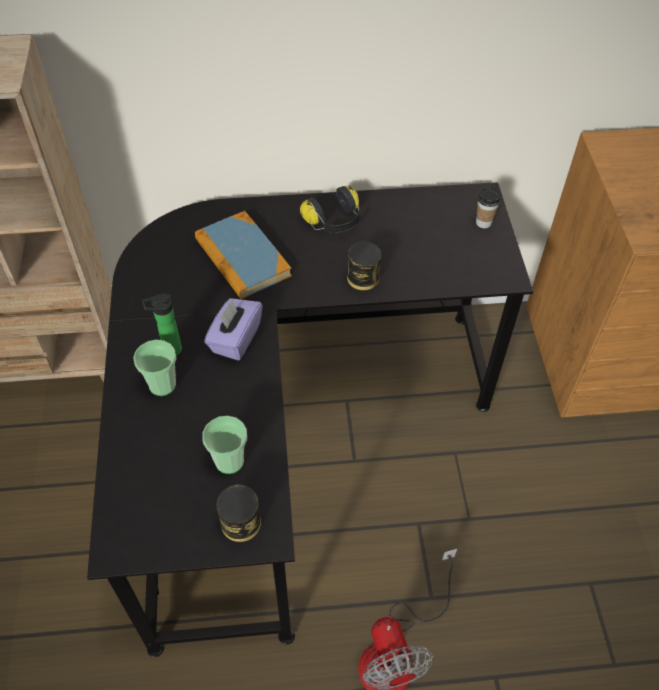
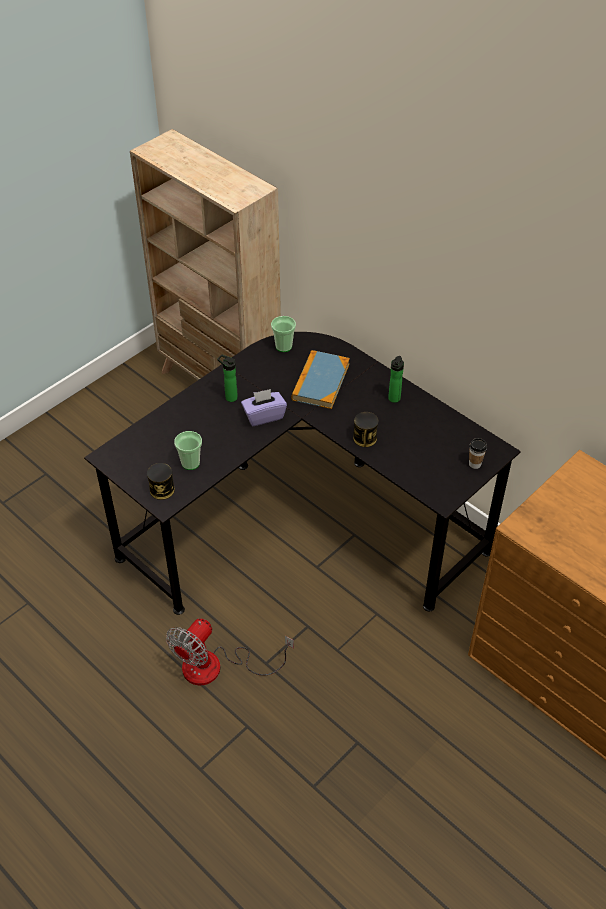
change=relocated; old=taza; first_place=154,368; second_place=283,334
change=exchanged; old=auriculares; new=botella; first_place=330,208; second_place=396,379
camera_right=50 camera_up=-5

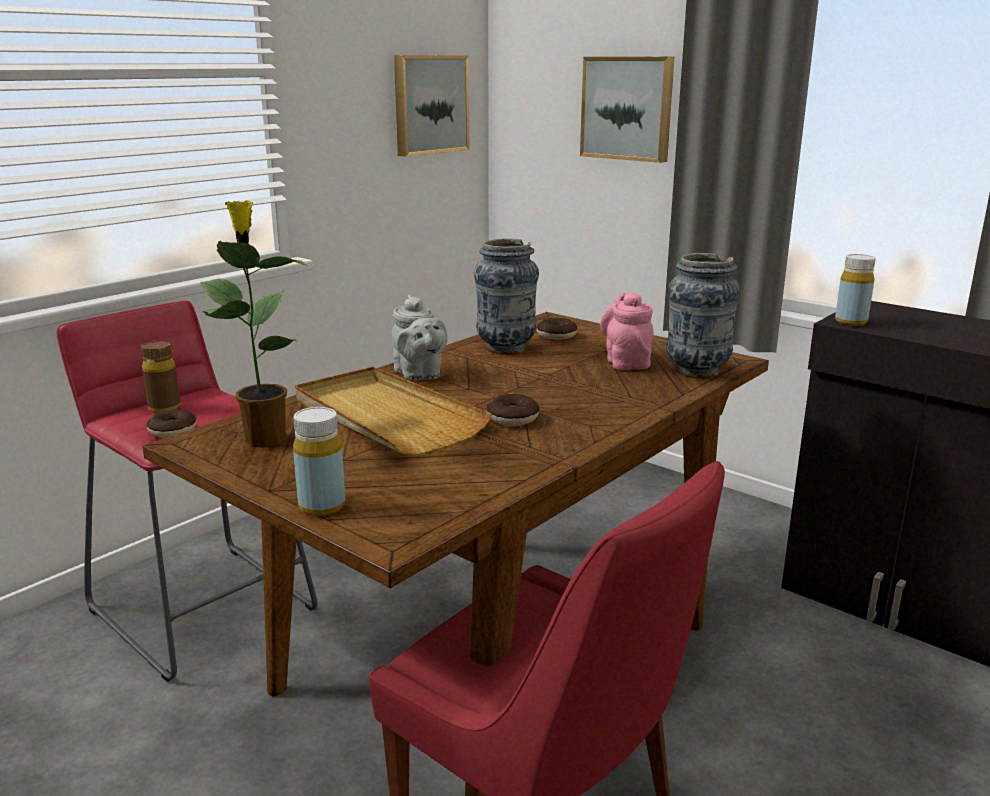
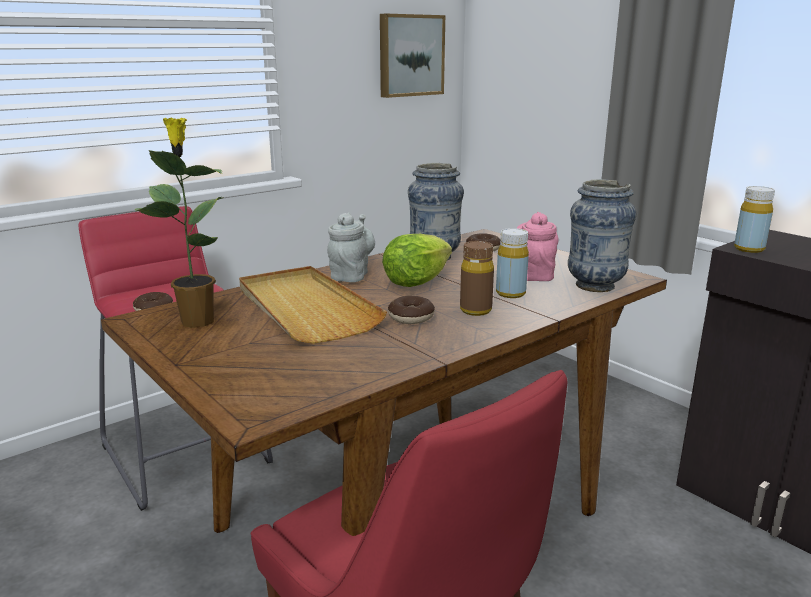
change=missing; old=cuadro; first_place=627,110
change=appeared; new=lechuga; second_place=417,260
change=relocated; old=botella (marrón); first_place=160,377; second_place=477,278
change=relocated; old=botella (amarillo); first_place=319,461; second_place=512,263
change=spun; old=tetera (gris); first_place=420,337; second_place=351,247; degrees=-150
camera_right=10 camera_up=0

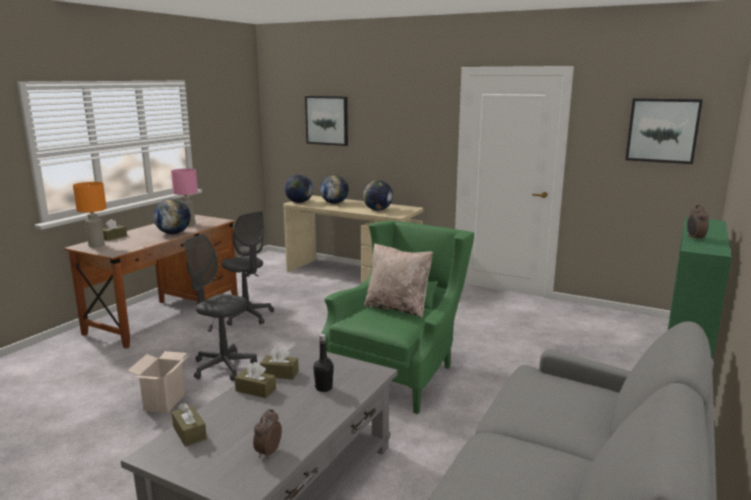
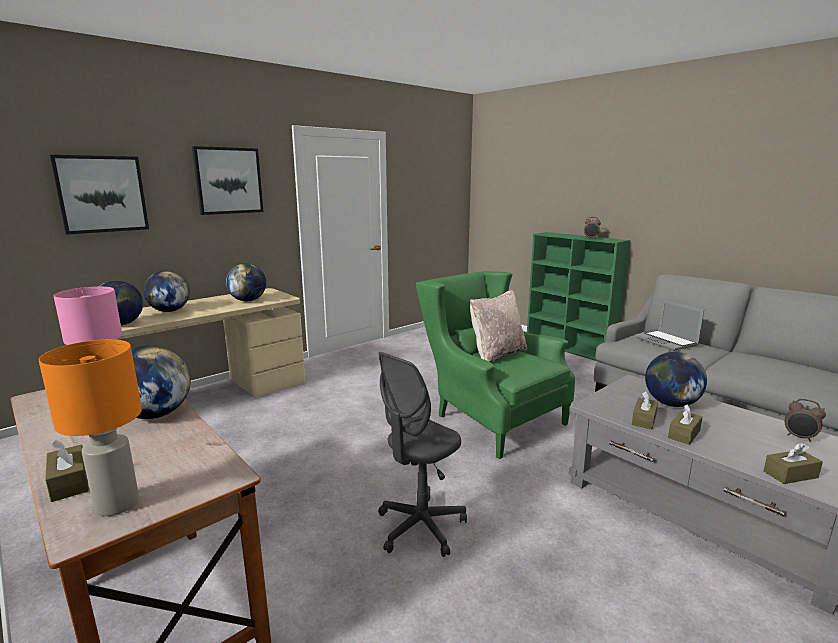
change=missing; old=caja de cartón; first_place=158,382
change=missing; old=silla de oficina (gris); first_place=248,268
change=appeared; new=portátil; second_place=669,325
change=relocated; old=cuadro; first_place=664,131; second_place=227,180
change=exchanged; old=botella (negro); new=globo terráqueo; first_place=323,363; second_place=676,379
camera_right=-70 camera_up=0

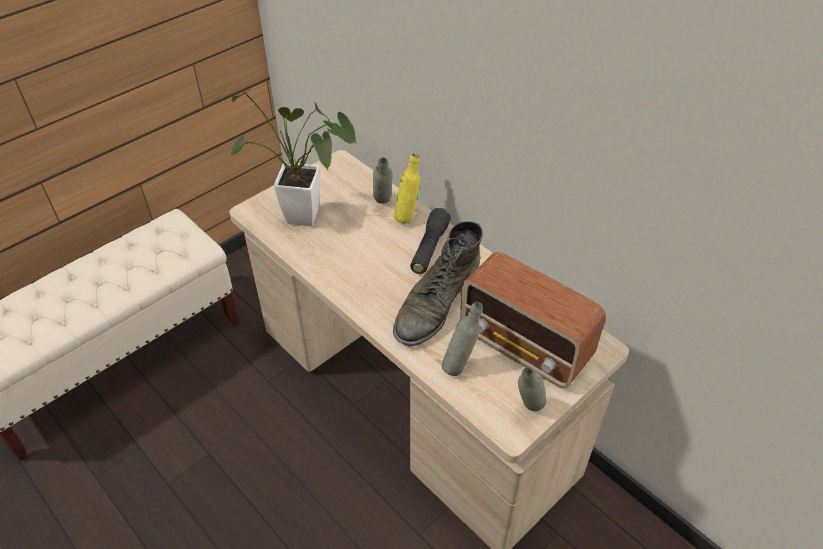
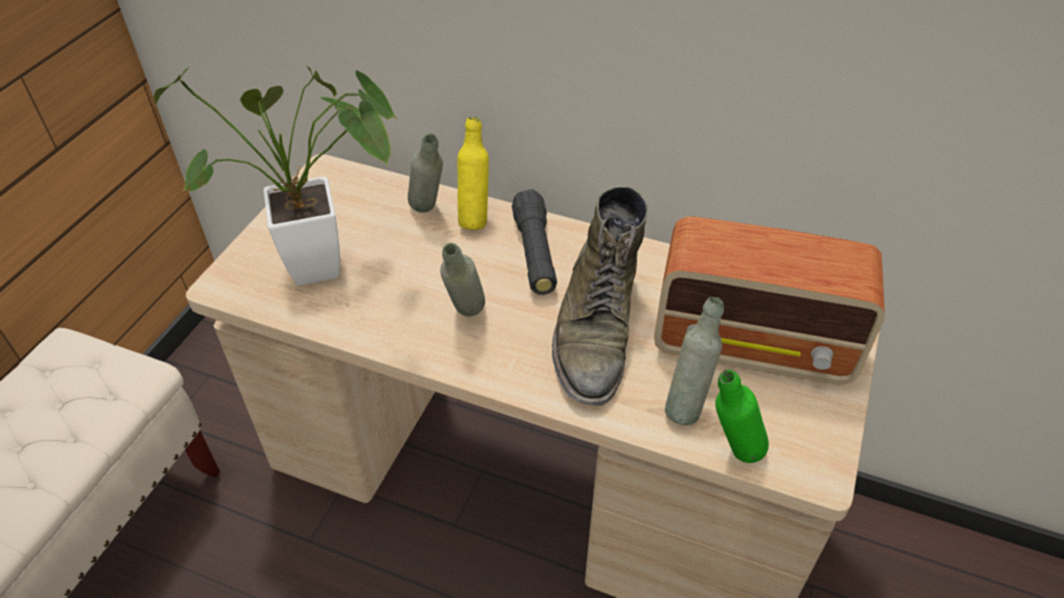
change=appeared; new=botella (verde); second_place=742,416
change=relocated; old=botella (gris); first_place=532,389; second_place=462,280
camera_right=-25 camera_up=0

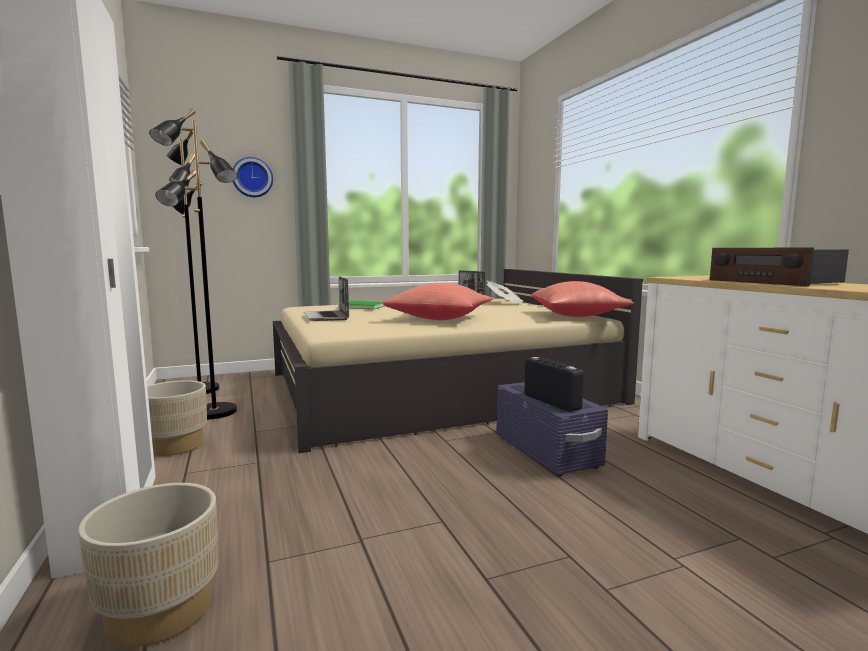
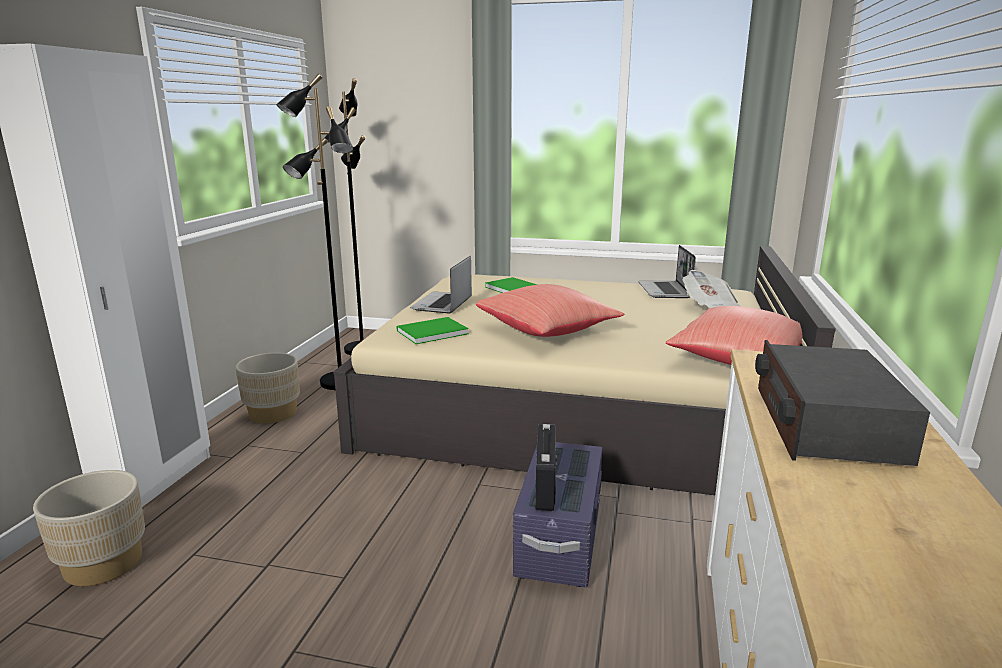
change=missing; old=reloj de pared; first_place=253,177
change=appeared; new=libro (verde); second_place=433,330
camera_right=35 camera_up=10

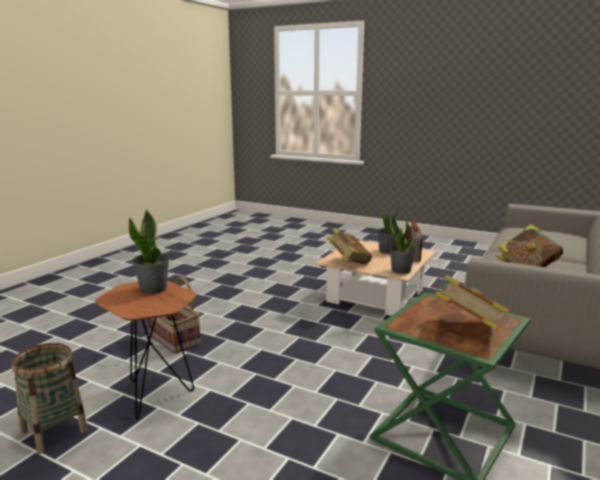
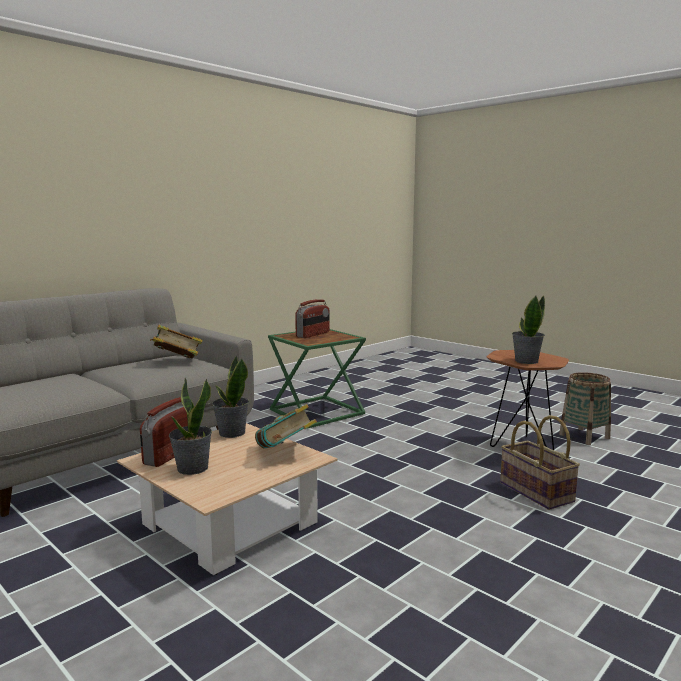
change=exchanged; old=libro; new=radio; first_place=471,302; second_place=312,318
camera_right=-165 camera_up=-5

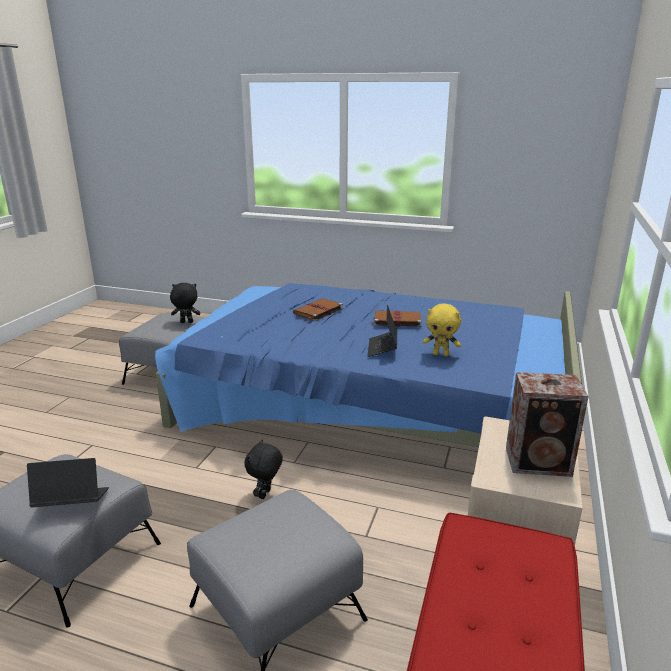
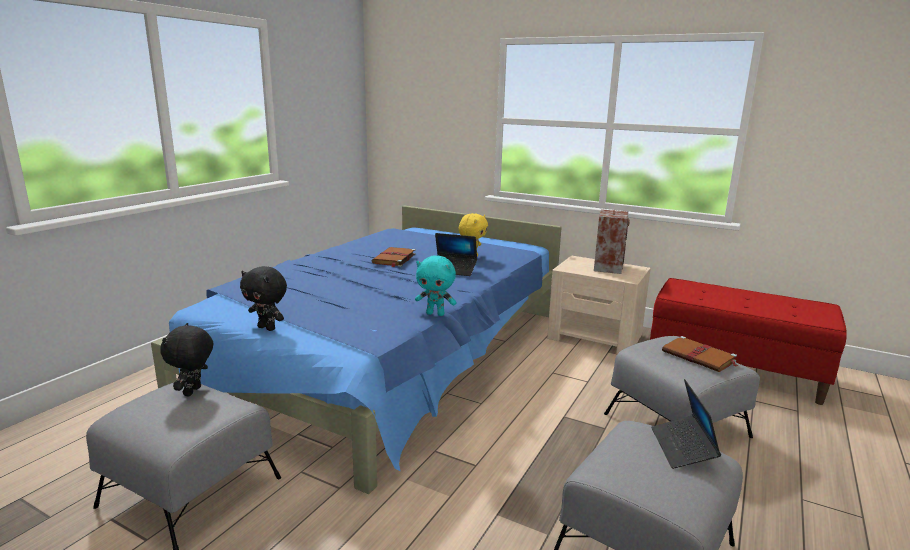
change=appeared; new=peluche (turquesa); second_place=435,285
change=relocated; old=peluche (negro); first_place=263,469; second_place=263,298
change=relocated; old=libro (marrón); first_place=318,309; second_place=700,354
camera_right=-80 camera_up=-5

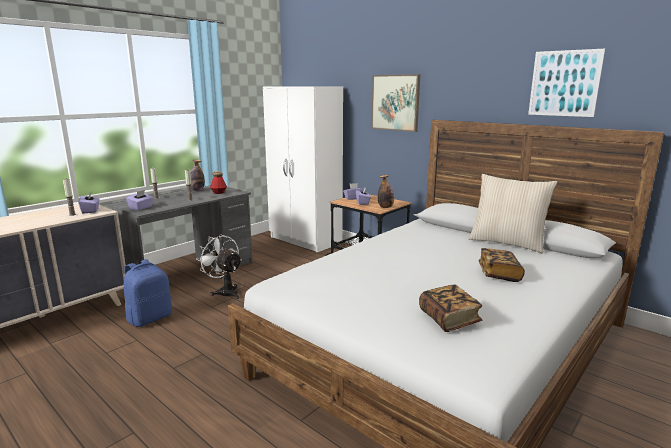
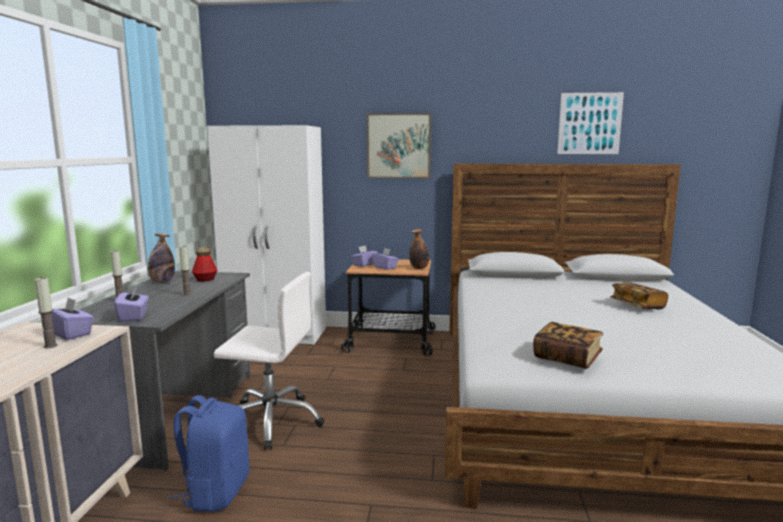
change=missing; old=cojín (beis); first_place=512,213
change=relocated; old=libro; first_place=450,308; second_place=568,345
change=exchanged; old=ventilador (blanco); new=silla de oficina (blanco); first_place=219,266; second_place=269,361
camera_right=-35 camera_up=-5

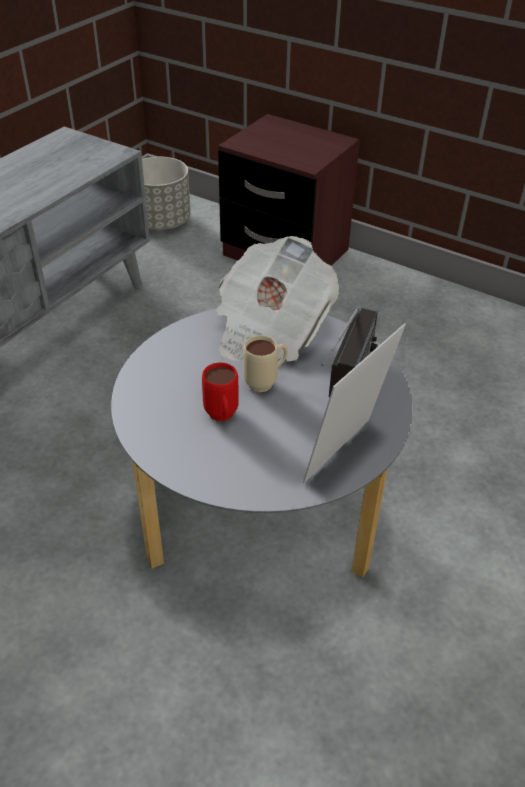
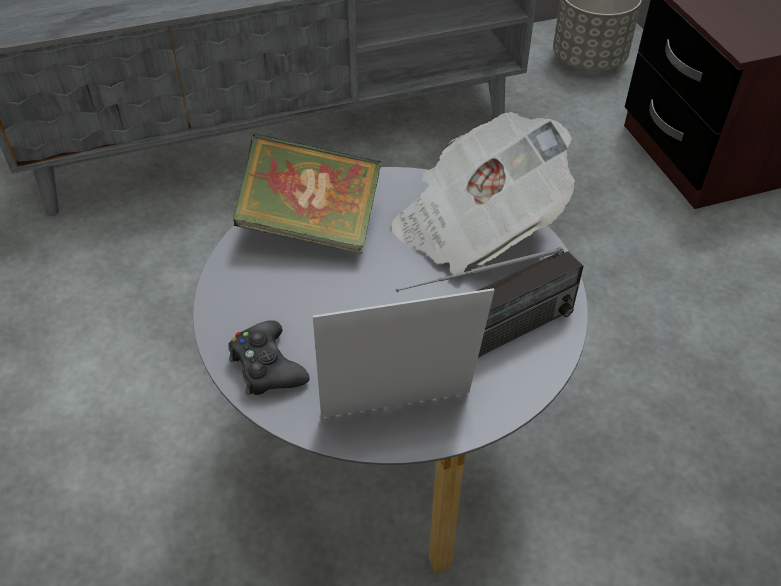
change=missing; old=taza grande (rojo); first_place=220,391
change=missing; old=taza grande (beis); first_place=265,364
change=appeared; new=mando de consola (negro); second_place=269,357
change=appeared; new=libro; second_place=307,194
camera_right=40 camera_up=5

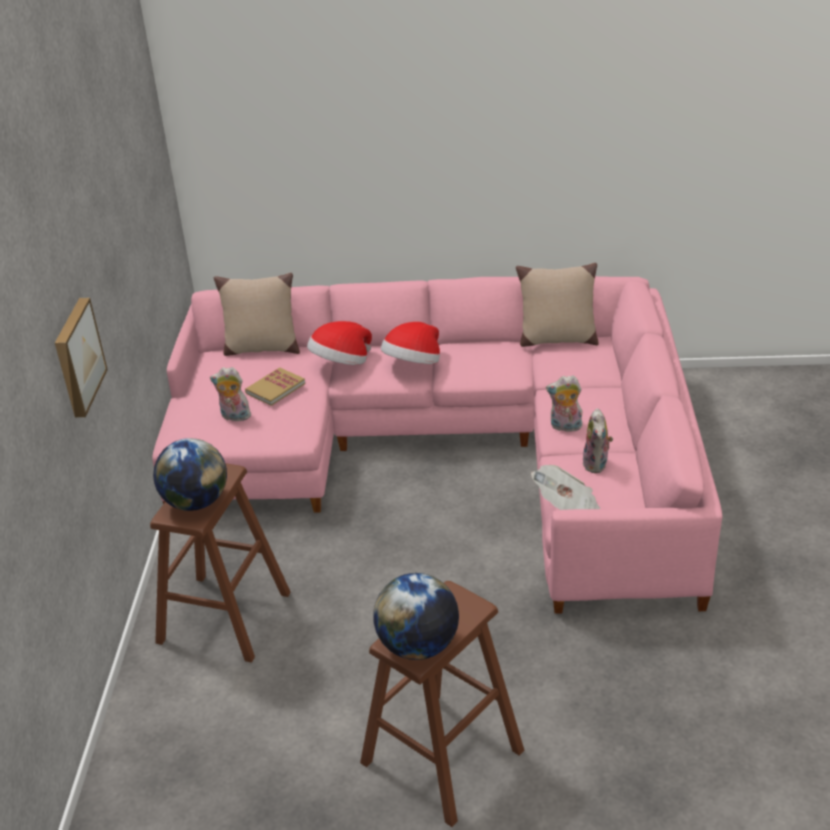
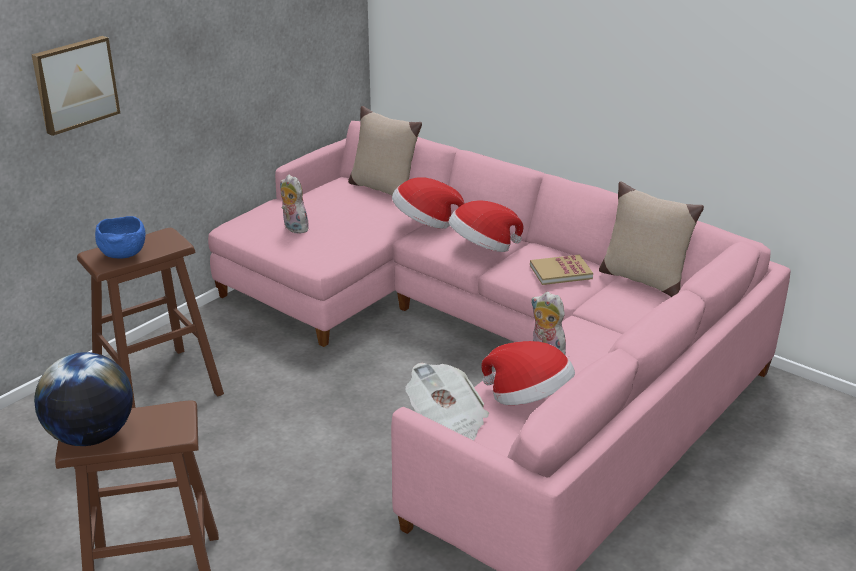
change=relocated; old=libro; first_place=275,386; second_place=561,270
change=exchanged; old=globo terráqueo; new=cuenco (azul); first_place=190,474; second_place=120,237
change=exchanged; old=peluche; new=sombrero; first_place=597,440; second_place=528,373
camera_right=35 camera_up=-5

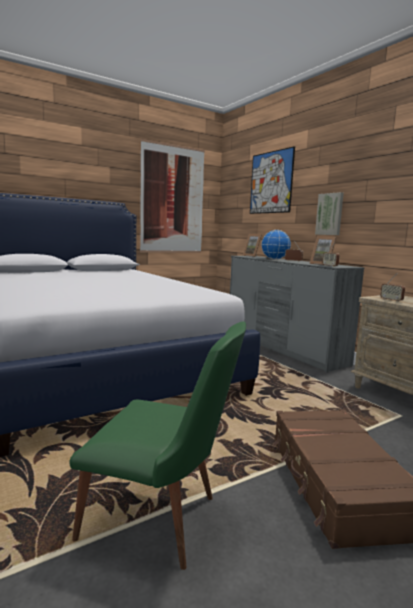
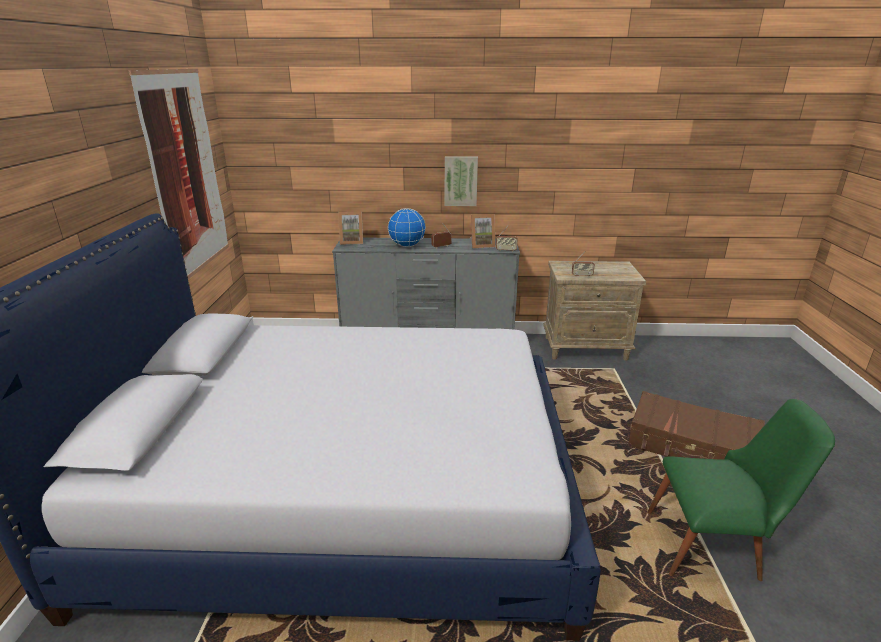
change=missing; old=cuadro; first_place=272,180
change=spun; old=silla (verde); first_place=157,445; second_place=741,490; degrees=45
camera_right=-55 camera_up=15

